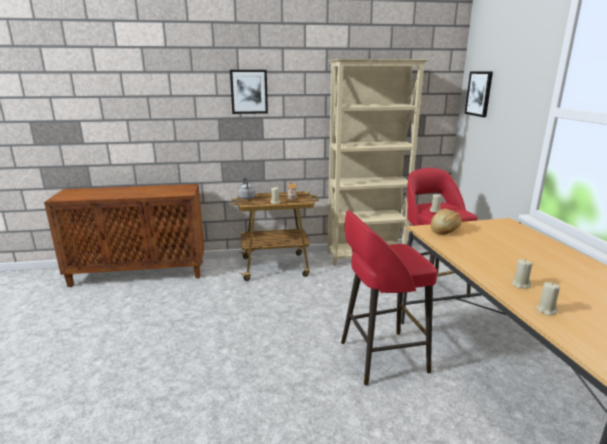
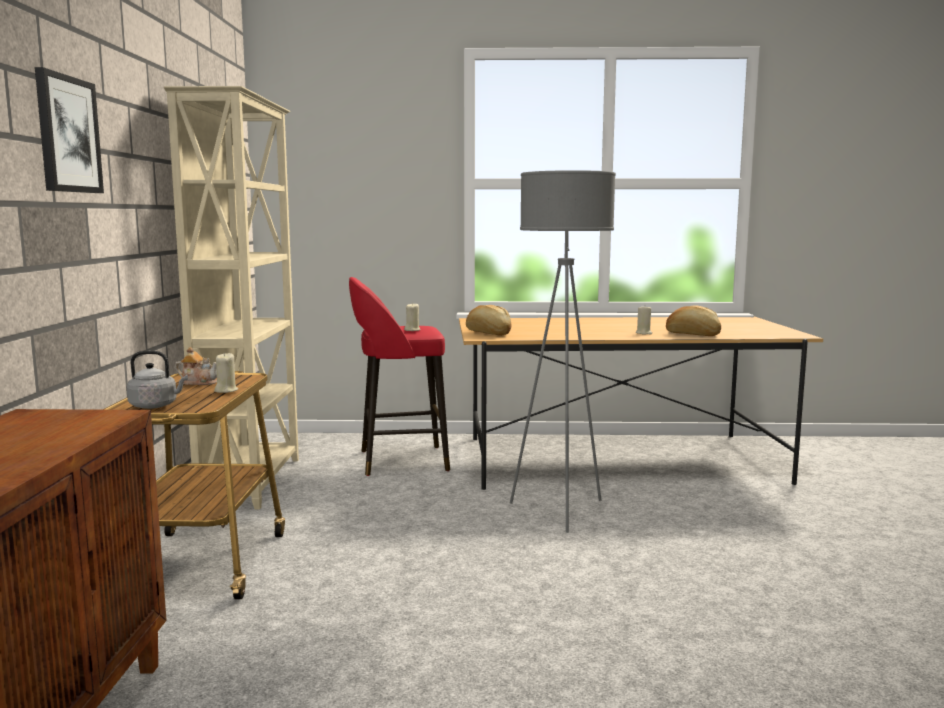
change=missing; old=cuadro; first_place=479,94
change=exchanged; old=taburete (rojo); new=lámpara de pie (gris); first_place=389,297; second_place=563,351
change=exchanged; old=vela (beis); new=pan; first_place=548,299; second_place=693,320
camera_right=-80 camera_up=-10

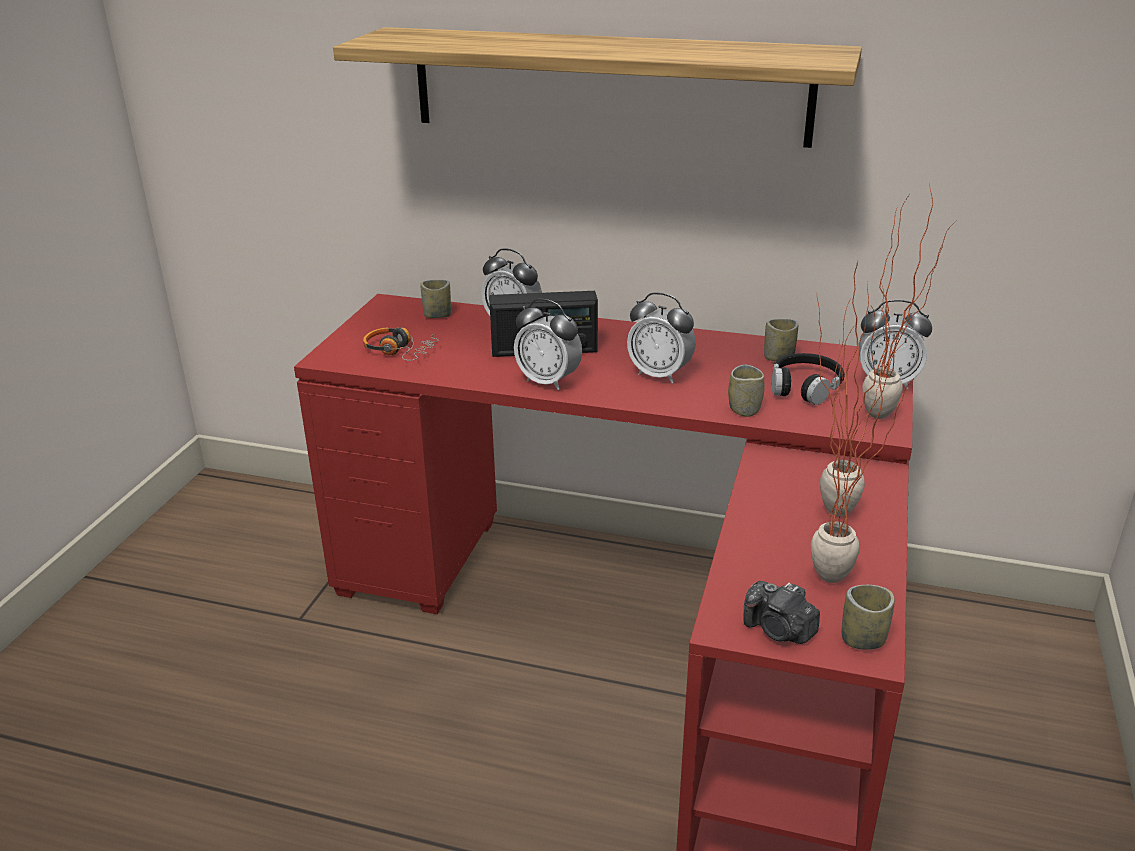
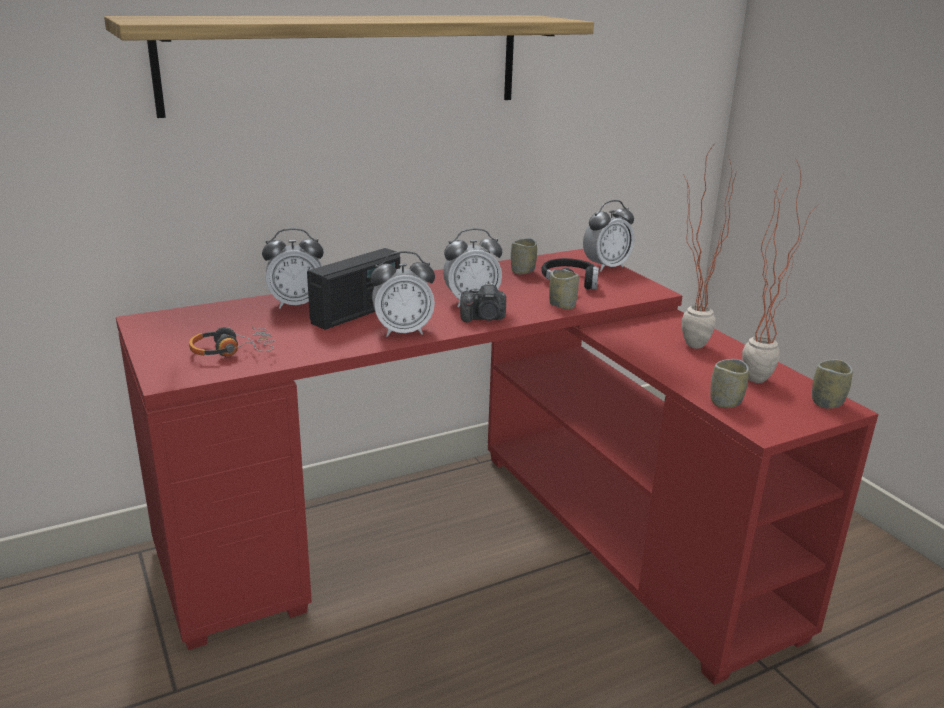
change=missing; old=planta en maceta; first_place=910,301
change=relocated; old=taza; first_place=436,299; second_place=729,383
change=relocated; old=cámara; first_place=782,612; second_place=483,302
camera_right=-45 camera_up=-5

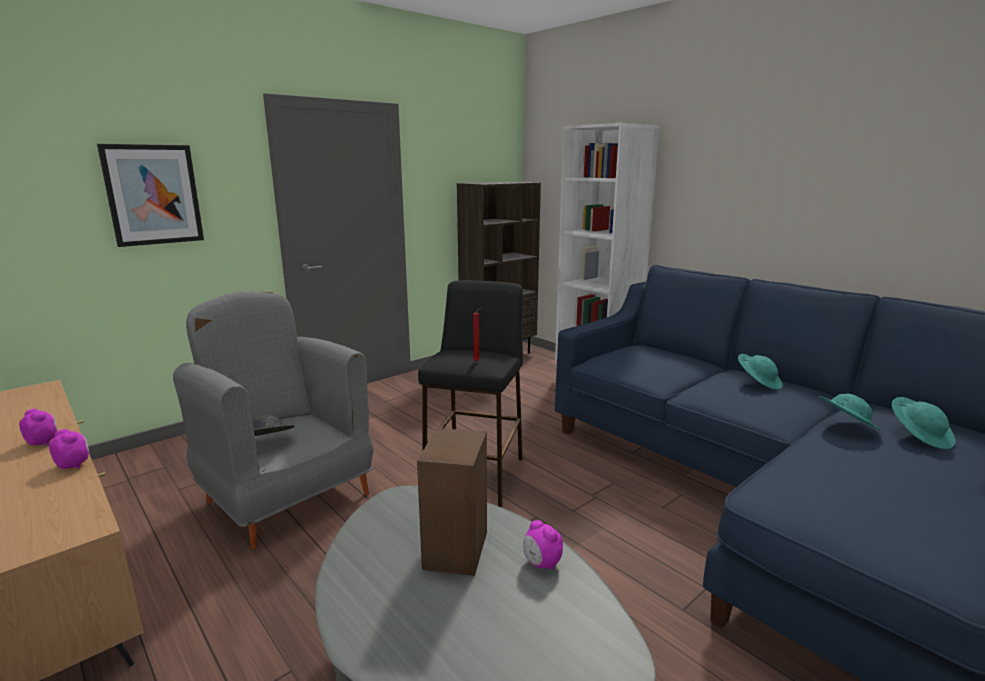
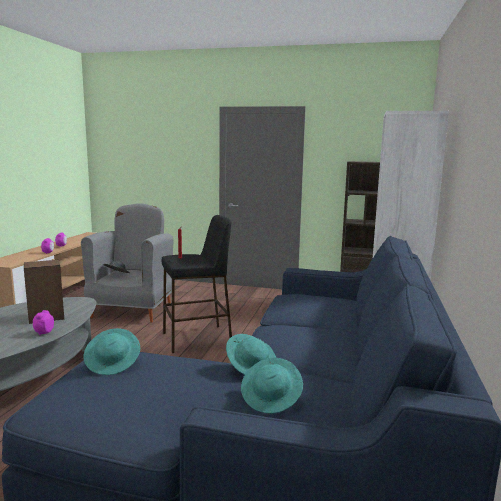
change=missing; old=cuadro; first_place=150,195
change=relocated; old=sombrero (turquesa); first_place=760,371; second_place=112,351
camera_right=55 camera_up=-5

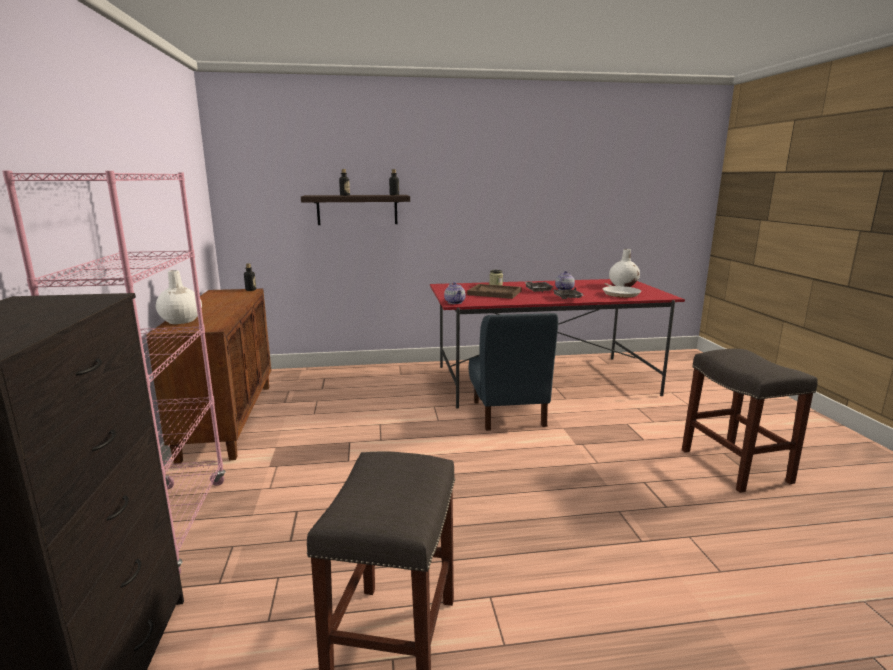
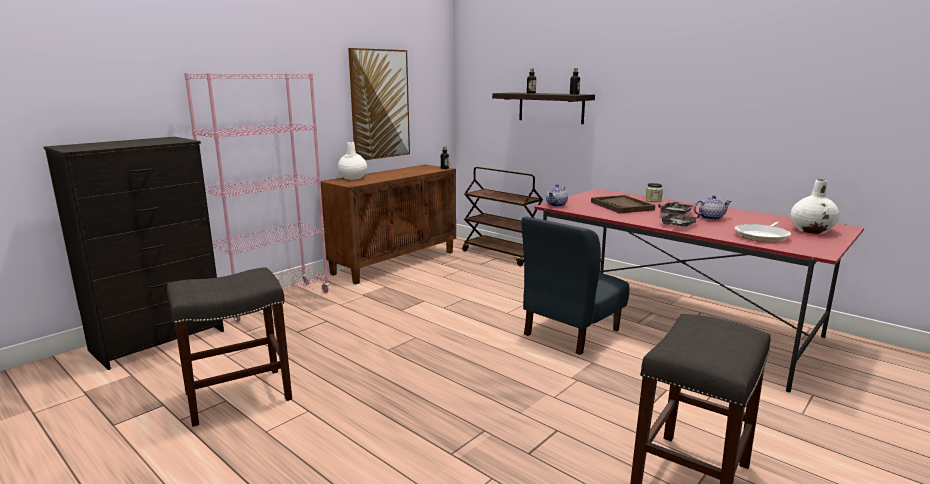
change=appeared; new=cuadro; second_place=379,104
change=appeared; new=carrito (marrón); second_place=502,216
camera_right=50 camera_up=0

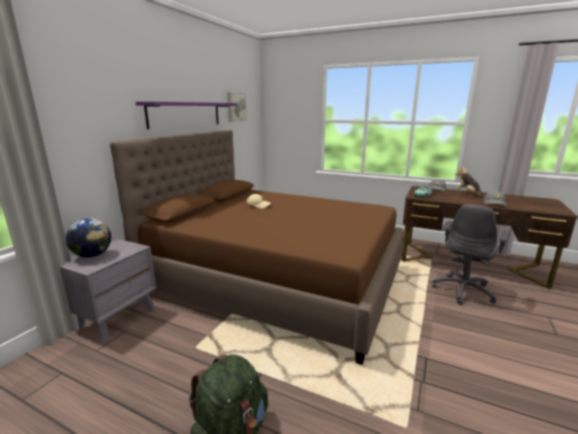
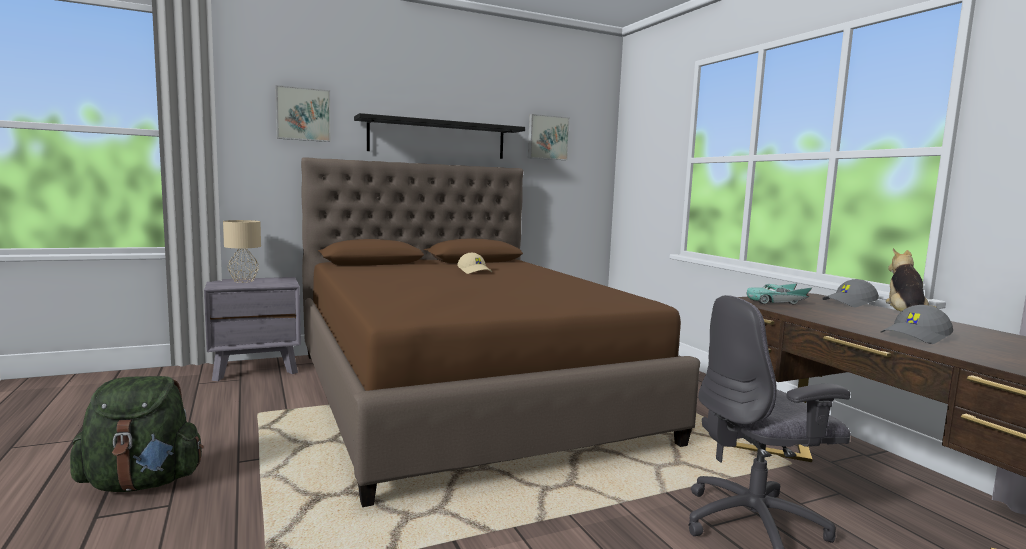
change=appeared; new=cuadro; second_place=303,113
change=exchanged; old=globo terráqueo; new=lámpara de mesa (beis); first_place=88,237; second_place=242,251
change=colour; old=estante (morado); new=estante (negro); first_place=186,115; second_place=439,136
camera_right=40 camera_up=-10

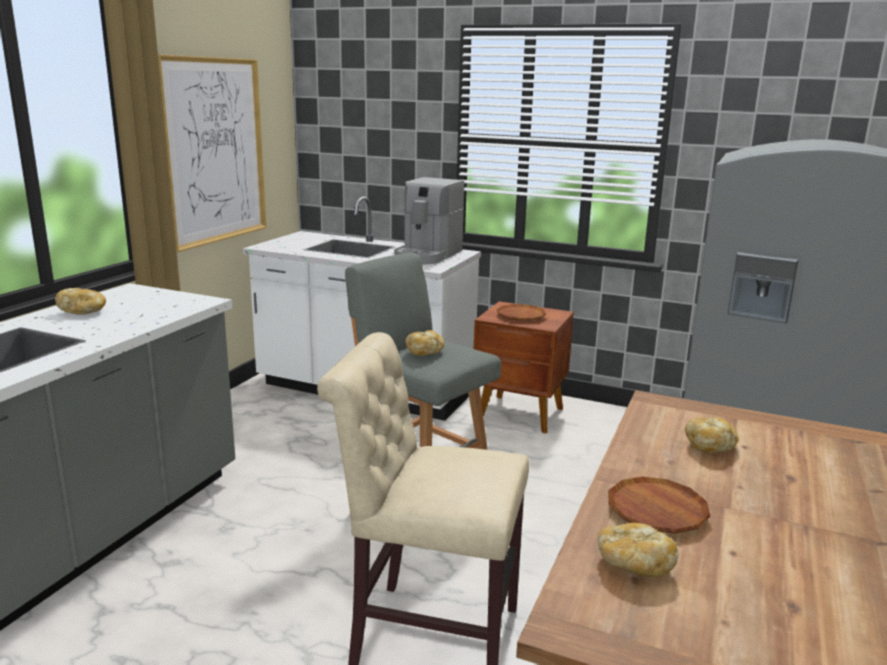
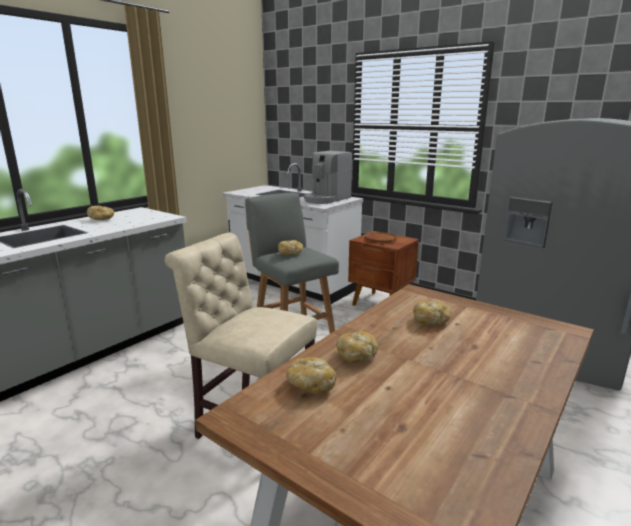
change=missing; old=cuadro; first_place=212,153
change=exchanged; old=plato (marrón); new=pan; first_place=659,505; second_place=357,347
camera_right=15 camera_up=0

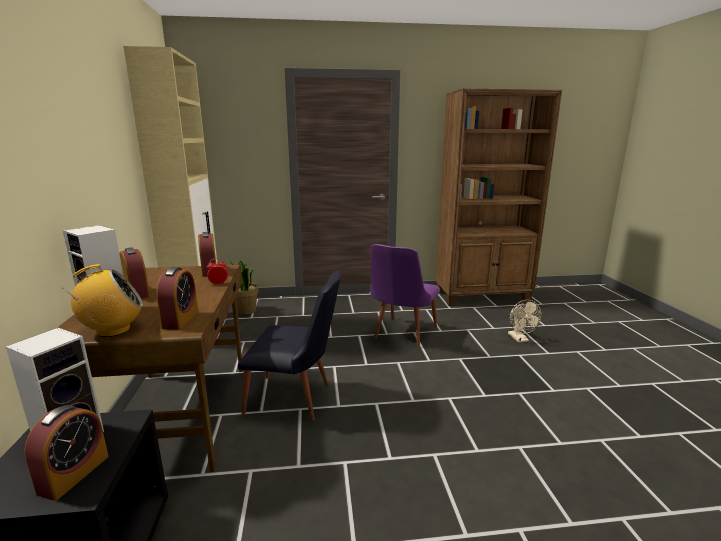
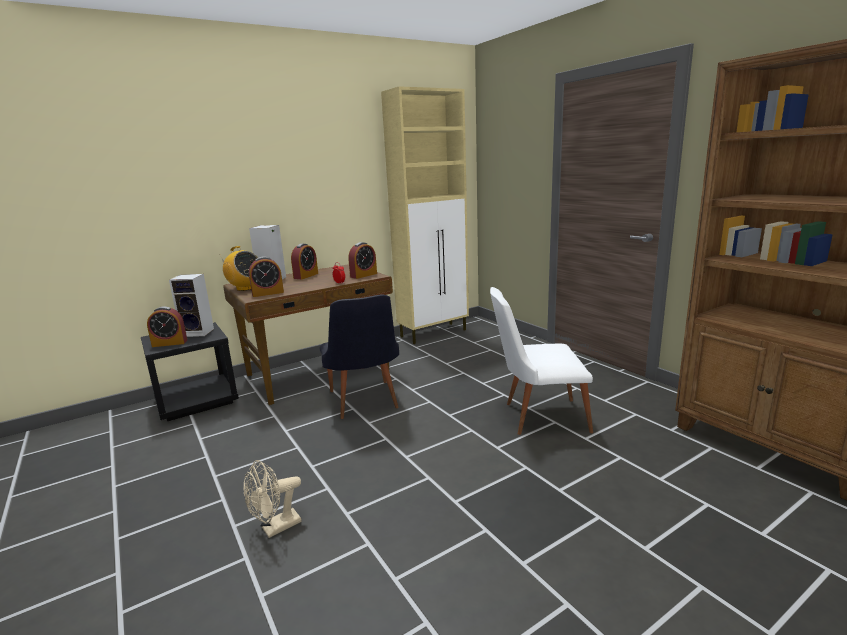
change=missing; old=planta en maceta; first_place=243,287
change=relocated; old=ventilador (beis); first_place=524,321; second_place=272,499
change=colour; old=silla (morado); new=silla (blanco); first_place=405,296; second_place=541,361
camera_right=65 camera_up=0

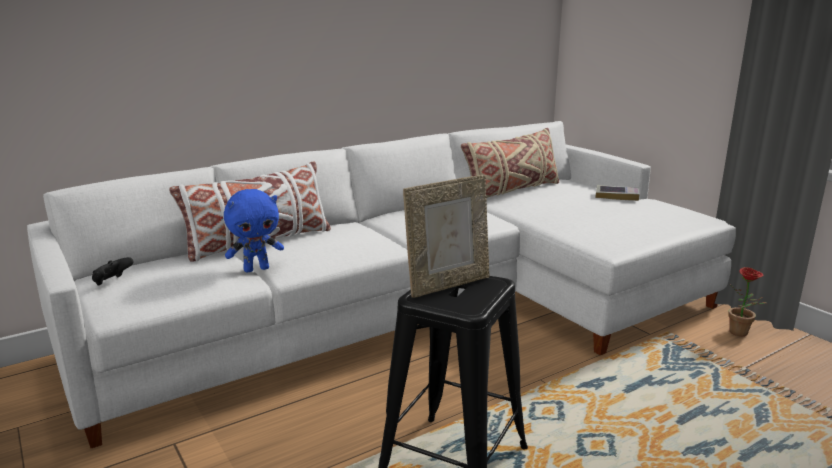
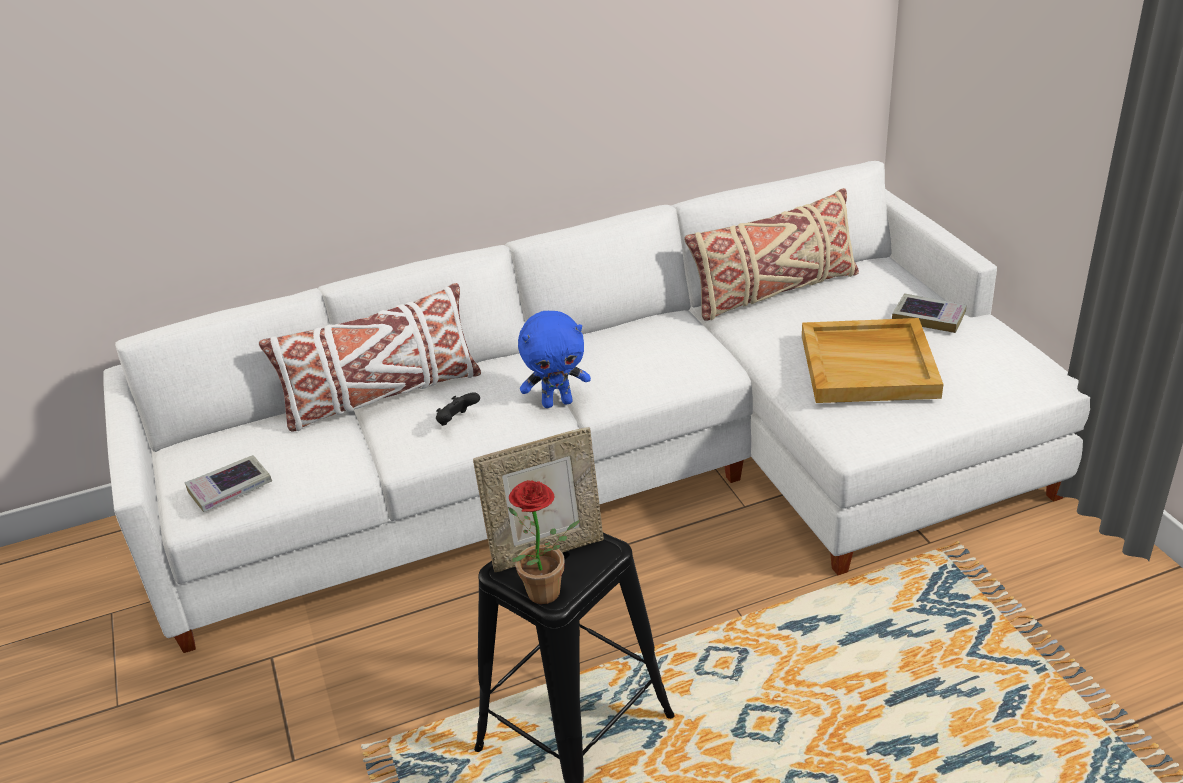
change=appeared; new=libro; second_place=228,483
change=appeared; new=bandeja (beis); second_place=872,360
change=relocated; old=mando de consola (negro); first_place=112,271; second_place=458,409
change=relocated; old=peluche (azul); first_place=254,230; second_place=554,359
change=relocated; old=planta en maceta; first_place=747,301; second_place=544,542
camera_right=15 camera_up=15

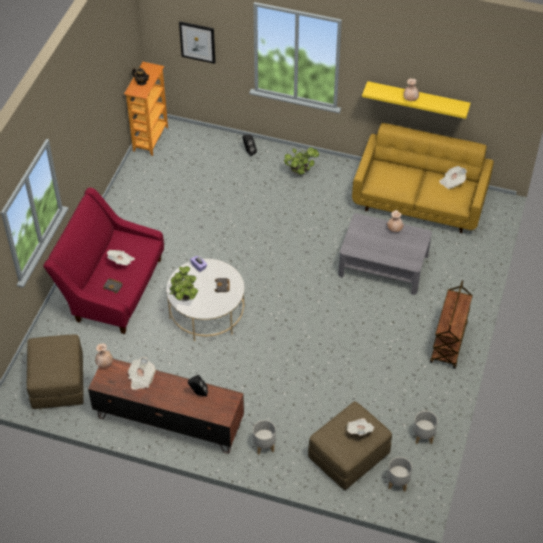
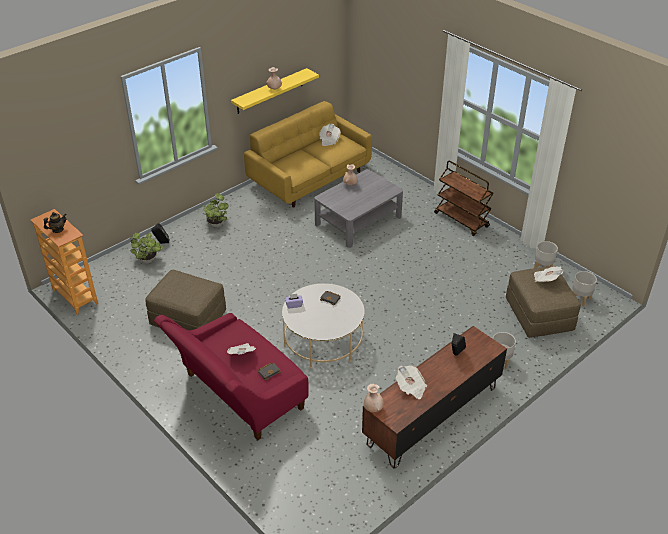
change=missing; old=cuadro; first_place=197,42
change=relocated; old=puf (marrón); first_place=55,371; second_place=185,299
change=relocated; old=planta en maceta; first_place=183,283; second_place=146,248
camera_right=-60 camera_up=-10

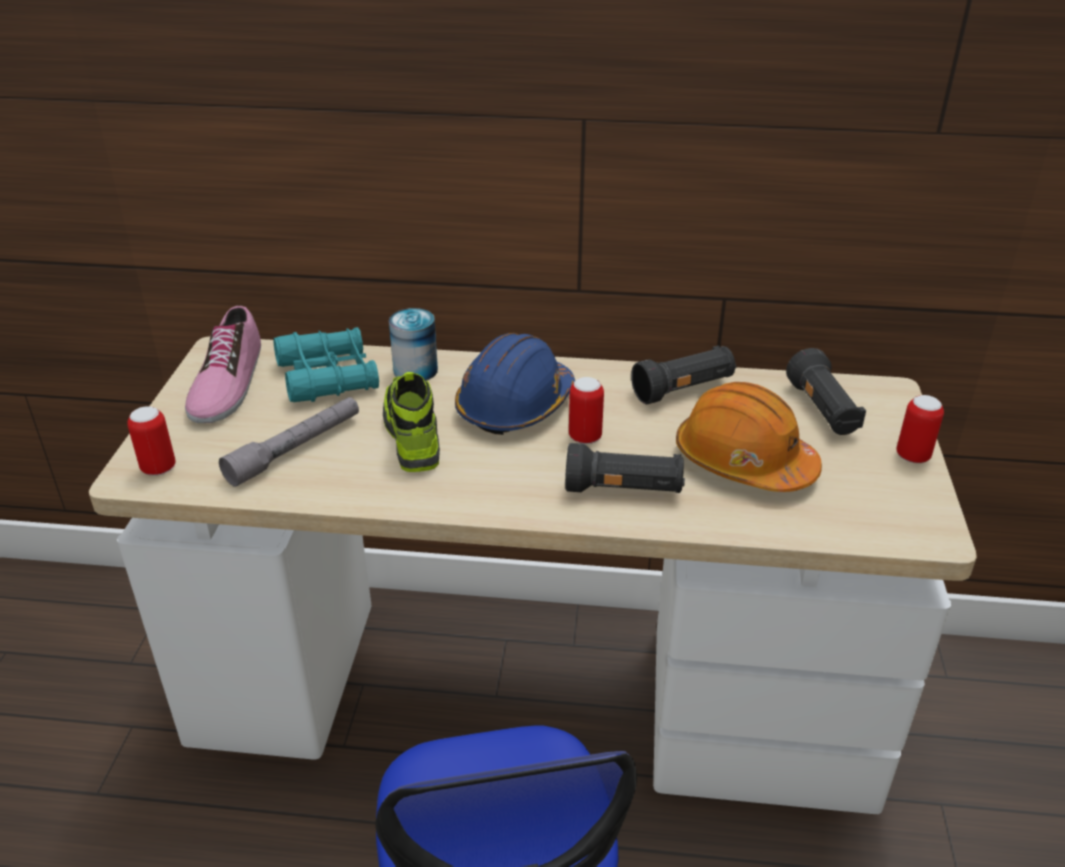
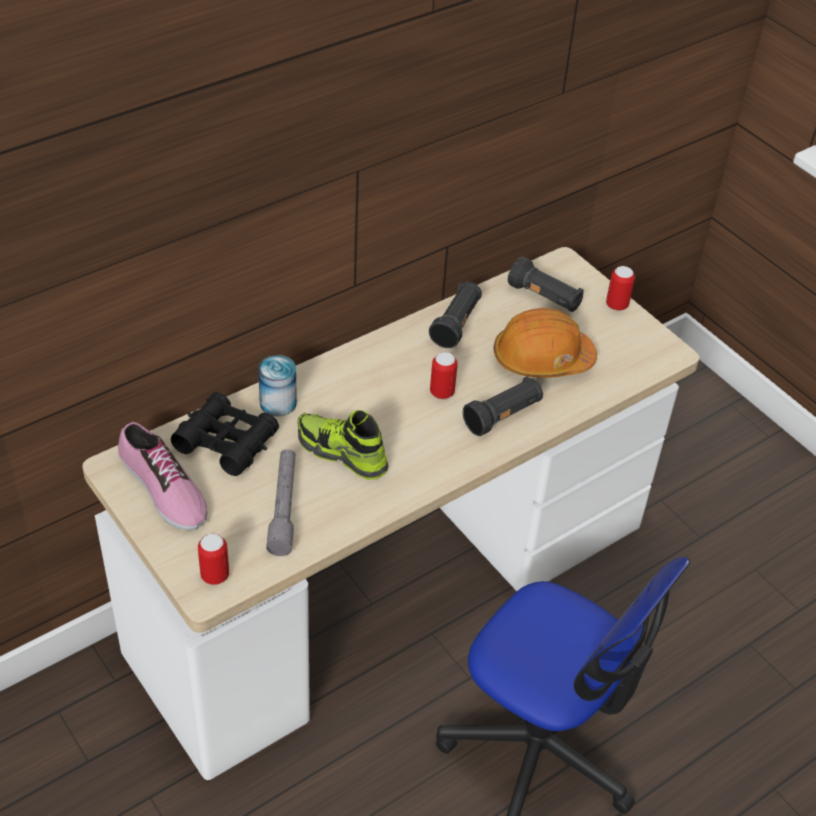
change=missing; old=casco (azul); first_place=515,384
change=colour; old=prismáticos (turquesa); new=prismáticos (negro); first_place=326,364; second_place=225,434
camera_right=-45 camera_up=10

